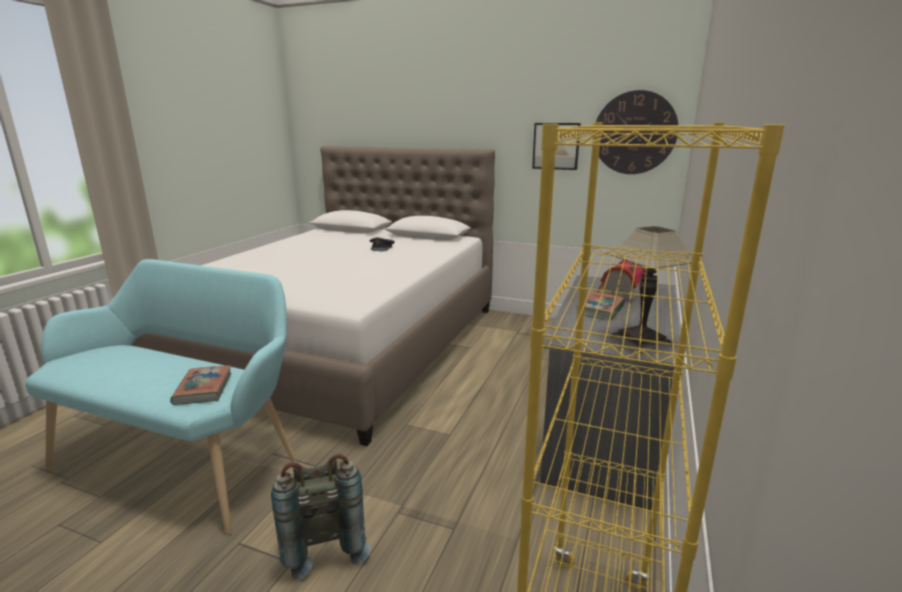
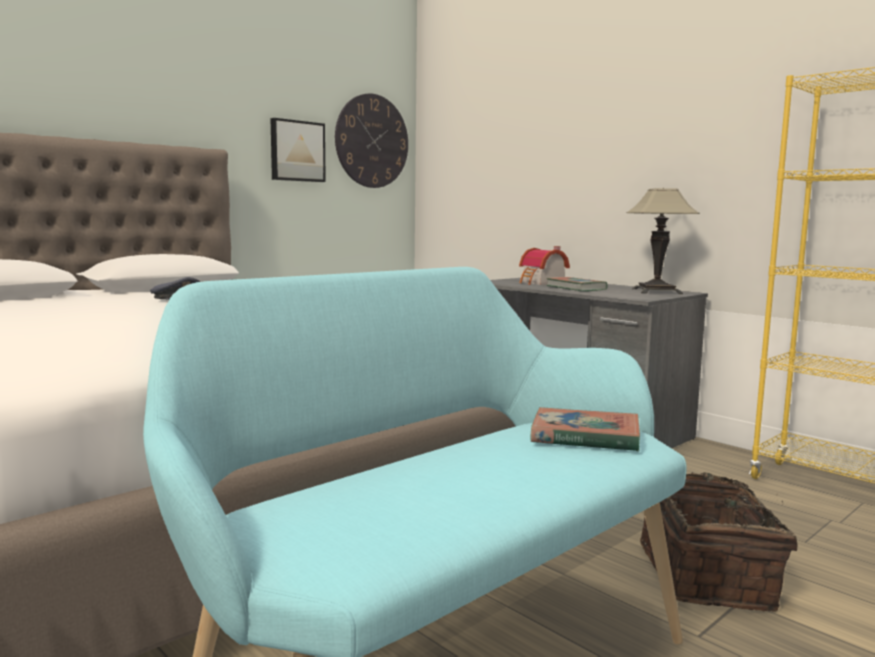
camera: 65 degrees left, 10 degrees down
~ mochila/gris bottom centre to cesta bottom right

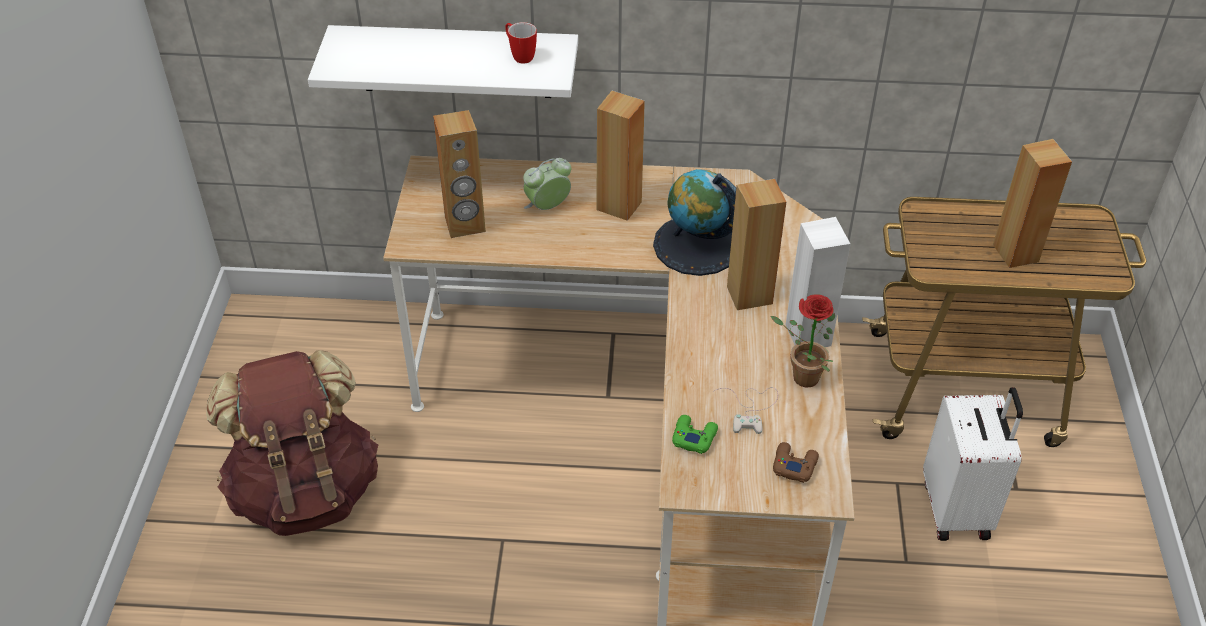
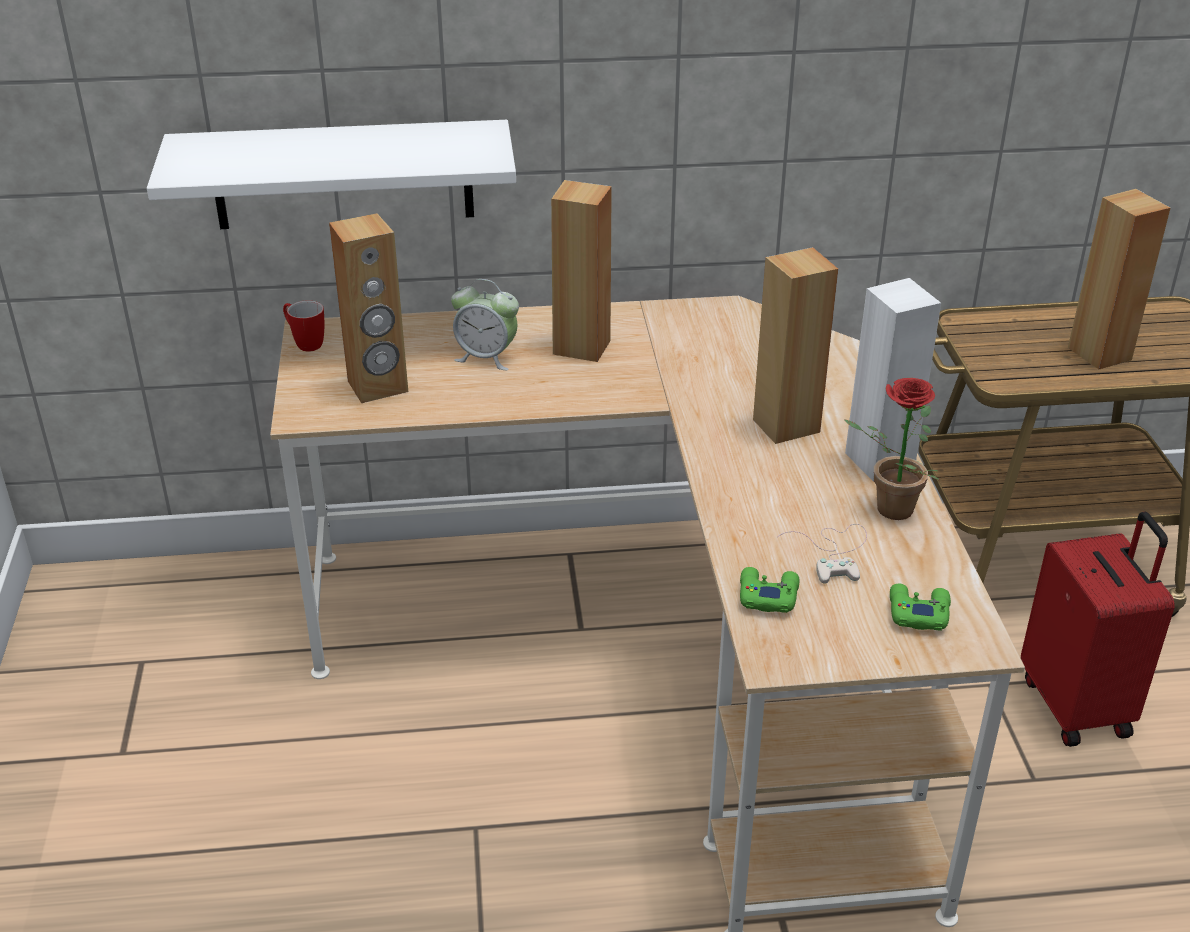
camera: 10 degrees left, 10 degrees down
~ taza grande top centre to middle left
~ despertador top centre = centre 120 degrees counterclockwise
~ mando de consola/marrón bottom centre to mando de consola/verde (2nd from left) middle right
~ maleta/blanco bottom right to maleta/rojo bottom right
- mochila/marrón bottom left
- globo terráqueo centre

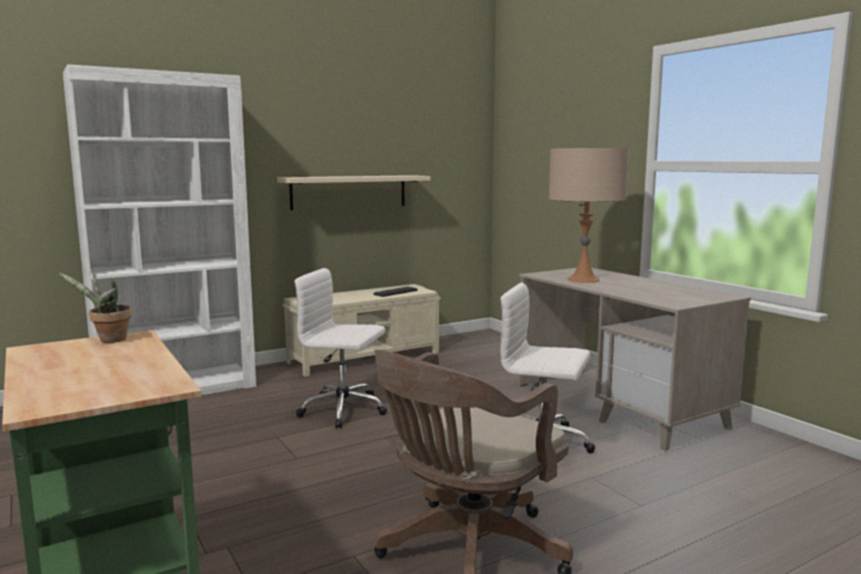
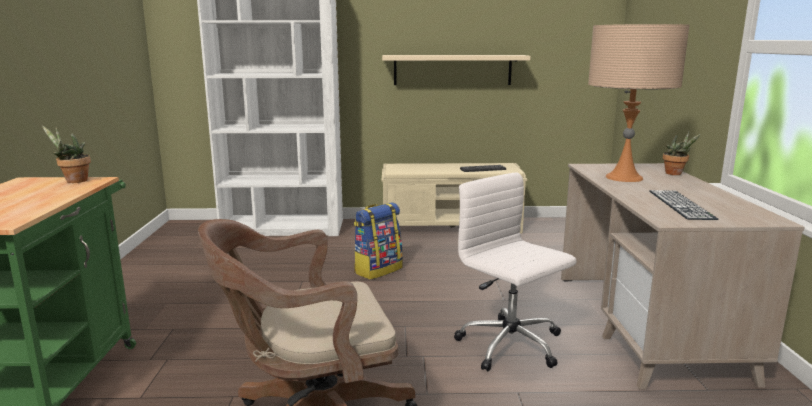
camera: 30 degrees right, 5 degrees up
~ silla de oficina/blanco (1st from left) centre to mochila centre
+ teclado (2nd from left) middle right
+ planta en maceta (2nd from left) middle right

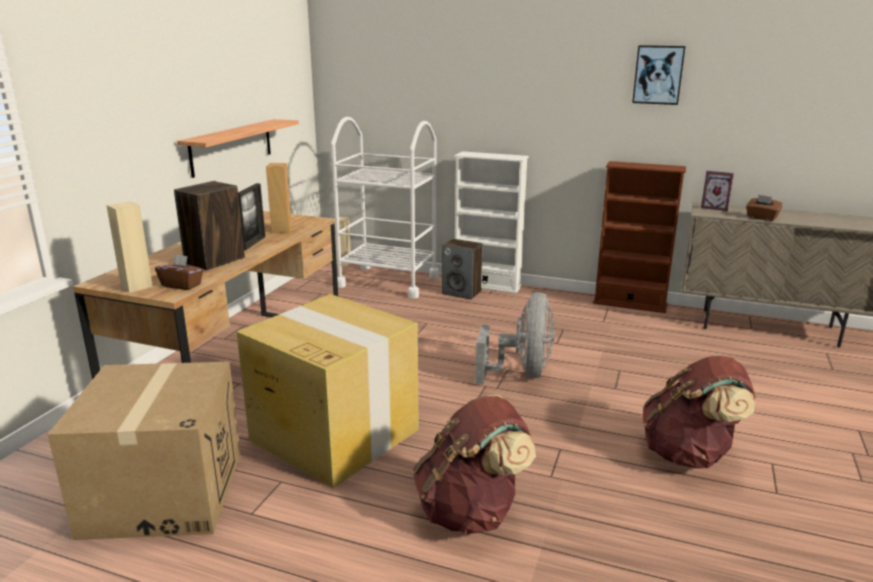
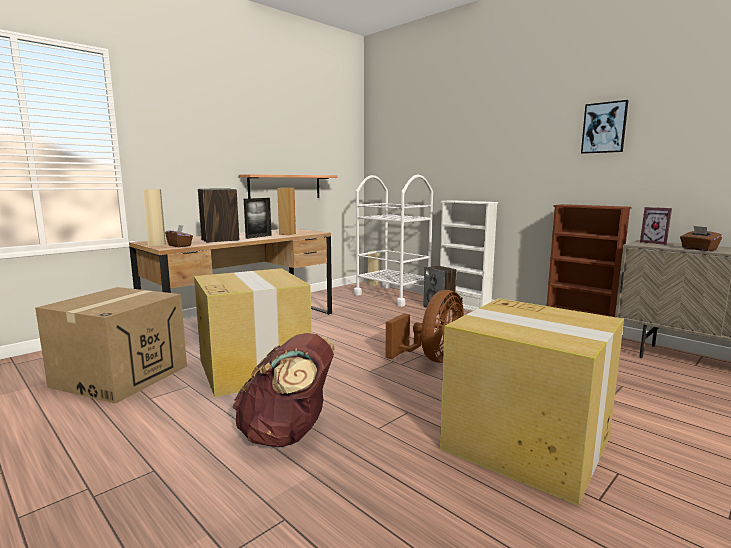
camera: 25 degrees right, 10 degrees down
~ ventilador/gris centre to ventilador/marrón centre
~ mochila/marrón (2nd from left) bottom right to caja de cartón (3rd from left) bottom right

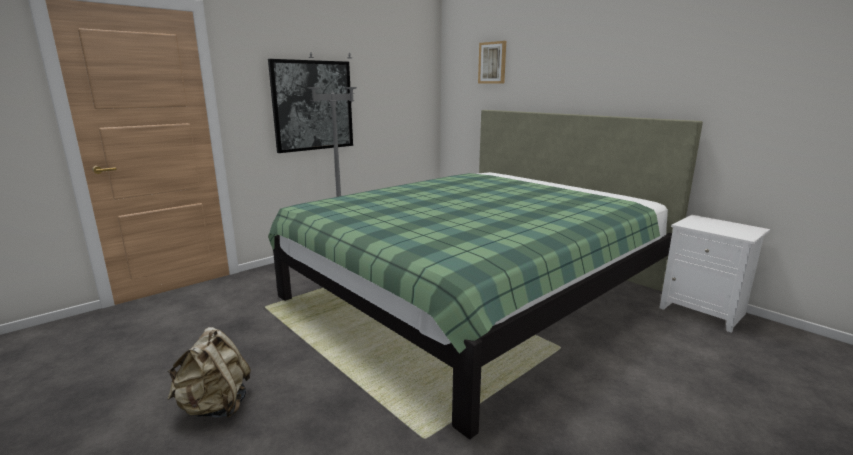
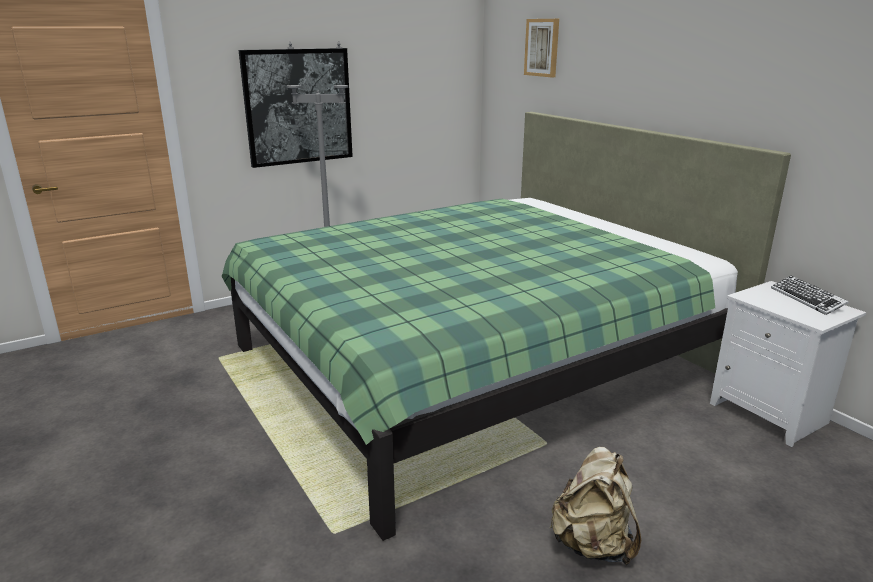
camera: 10 degrees right, 5 degrees up
~ mochila/beis bottom left to bottom right
+ teclado middle right

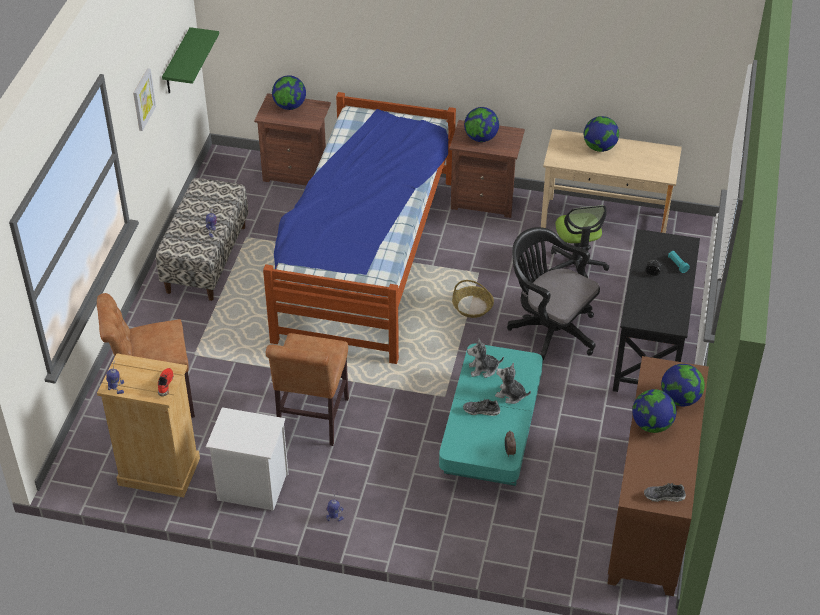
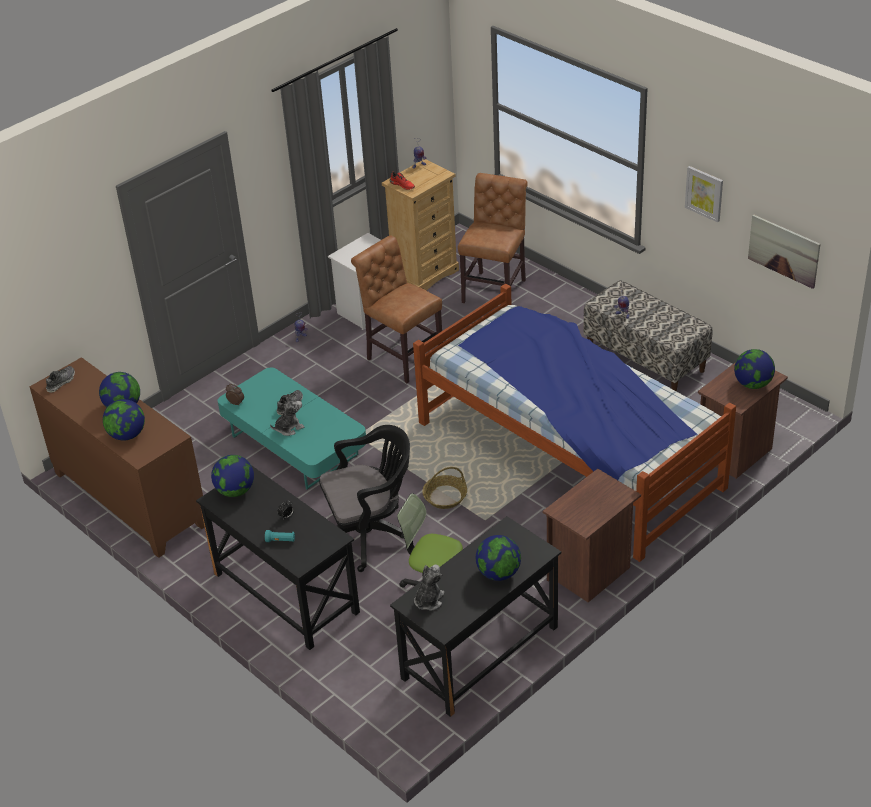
camera: 125 degrees right, 5 degrees down
~ globo terráqueo (2nd from left in the first image) top centre to globo terráqueo (3rd from left) middle left
~ escritorio/beis top right to escritorio/negro (2nd from left) bottom centre
~ peluche (1st from left in the first image) centre to peluche (2nd from left) bottom centre
~ estante/verde top left to cuadro (2nd from left) top right

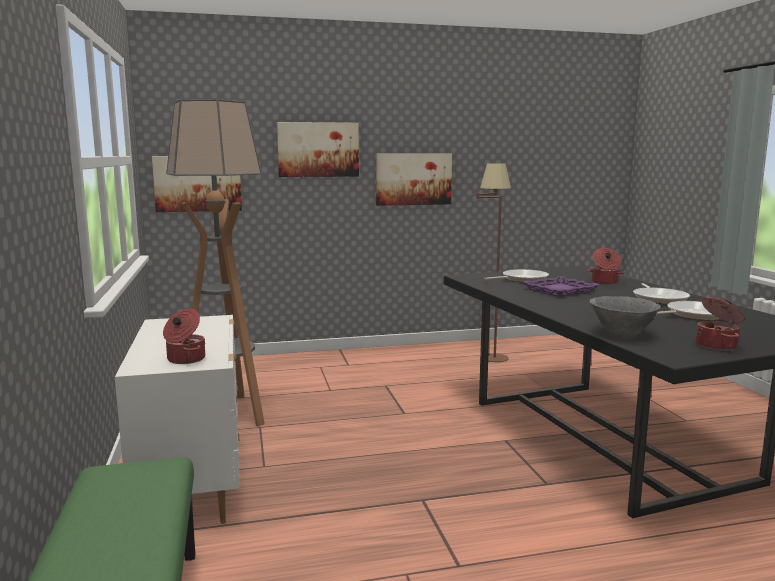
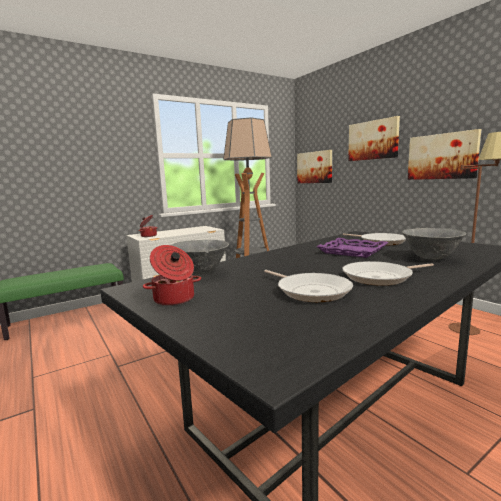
camera: 70 degrees right, 0 degrees up
~ olla (2nd from left) middle right to cuenco/gris (2nd from left) middle right

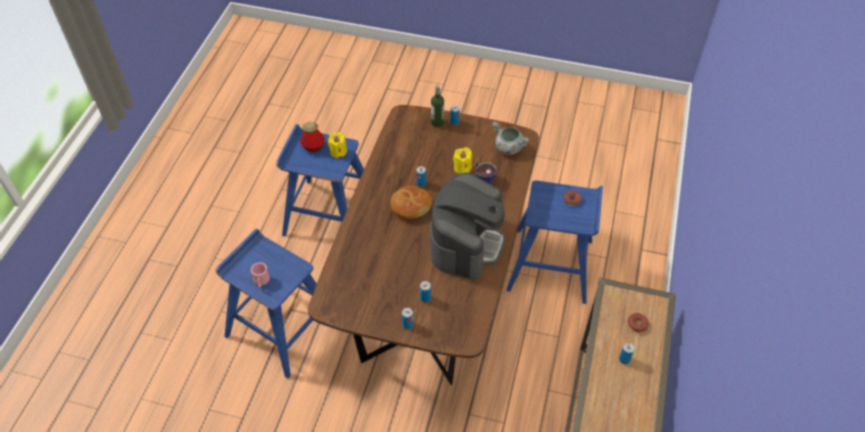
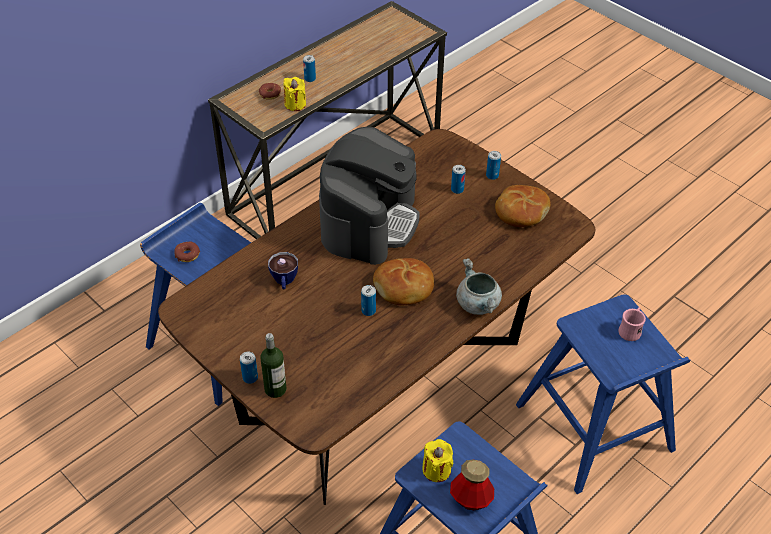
camera: 150 degrees left, 5 degrees down
~ vela/amarillo (2nd from left in the first image) centre to vela/amarillo (1st from left) top centre
~ cafetera centre = centre 150 degrees clockwise
~ olla/gris top centre to centre
+ pan (2nd from left) middle right

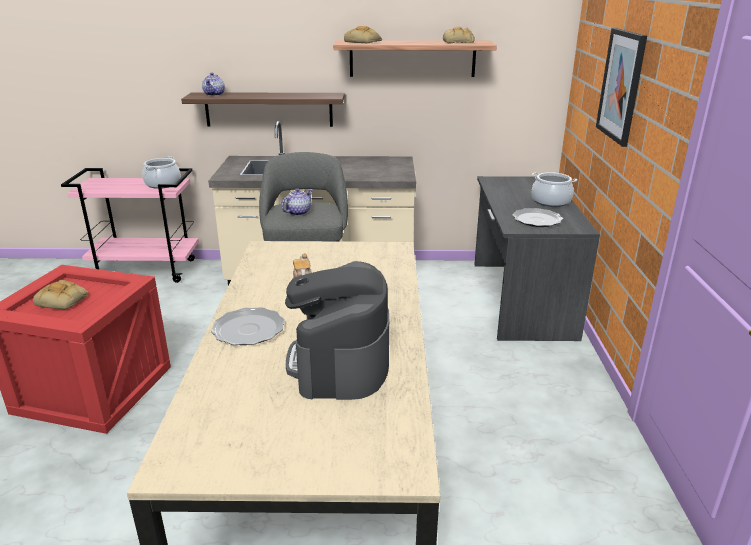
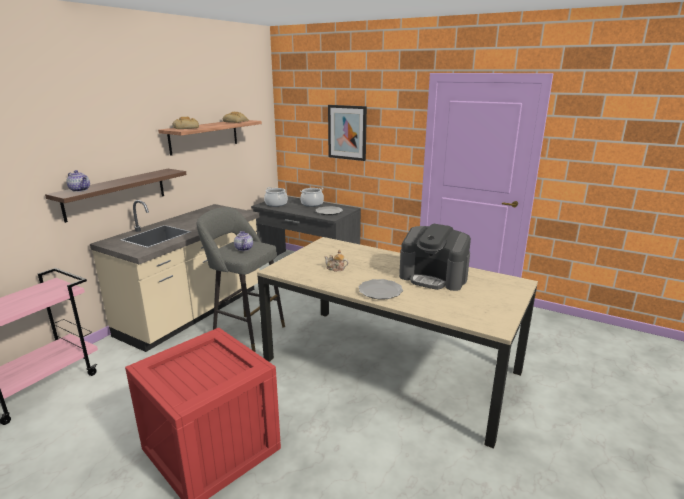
camera: 60 degrees left, 5 degrees down
~ olla (1st from left) top left to centre
- pan (1st from left) middle left

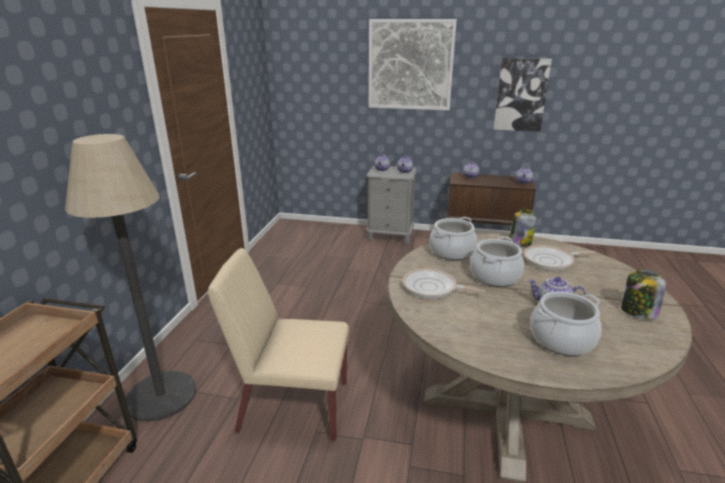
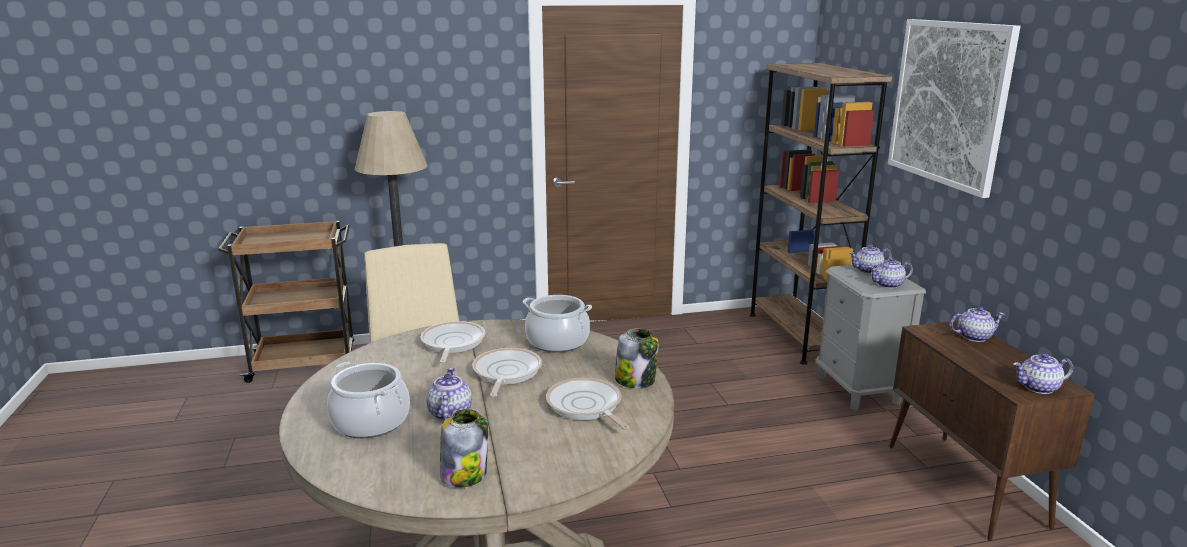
camera: 65 degrees right, 5 degrees down
~ olla (2nd from left) middle right to sartén (2nd from left) bottom centre
+ estantería/marrón middle right
- cuadro (2nd from left) top right

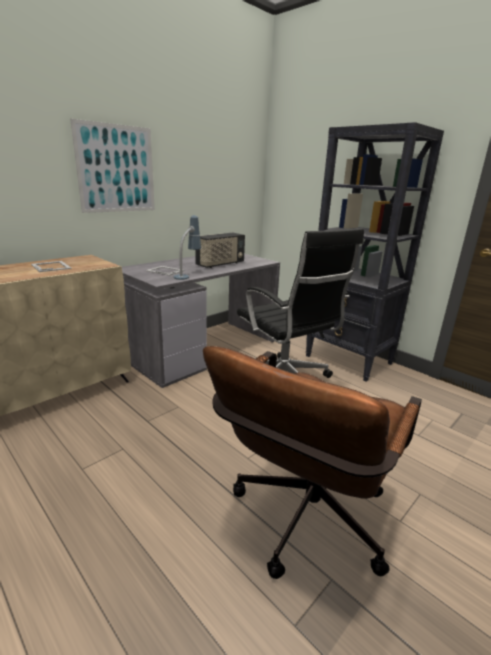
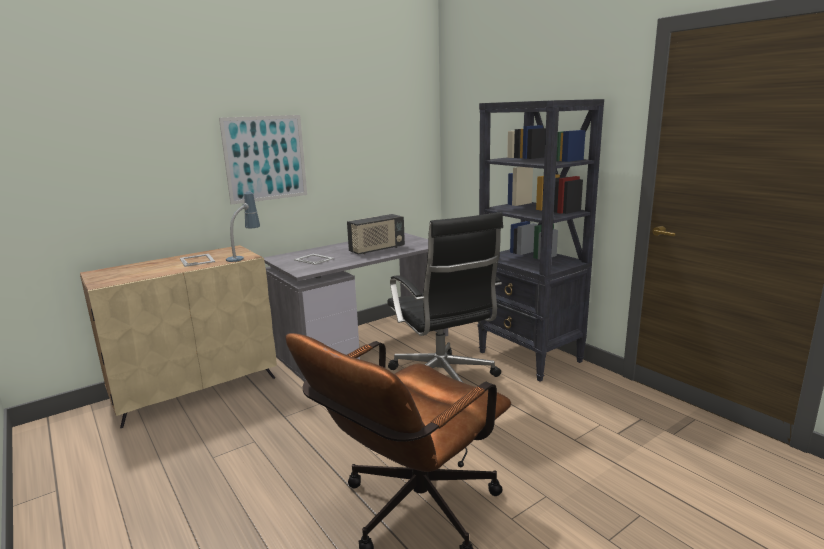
camera: 10 degrees right, 5 degrees down
~ lámpara de mesa centre to middle left

